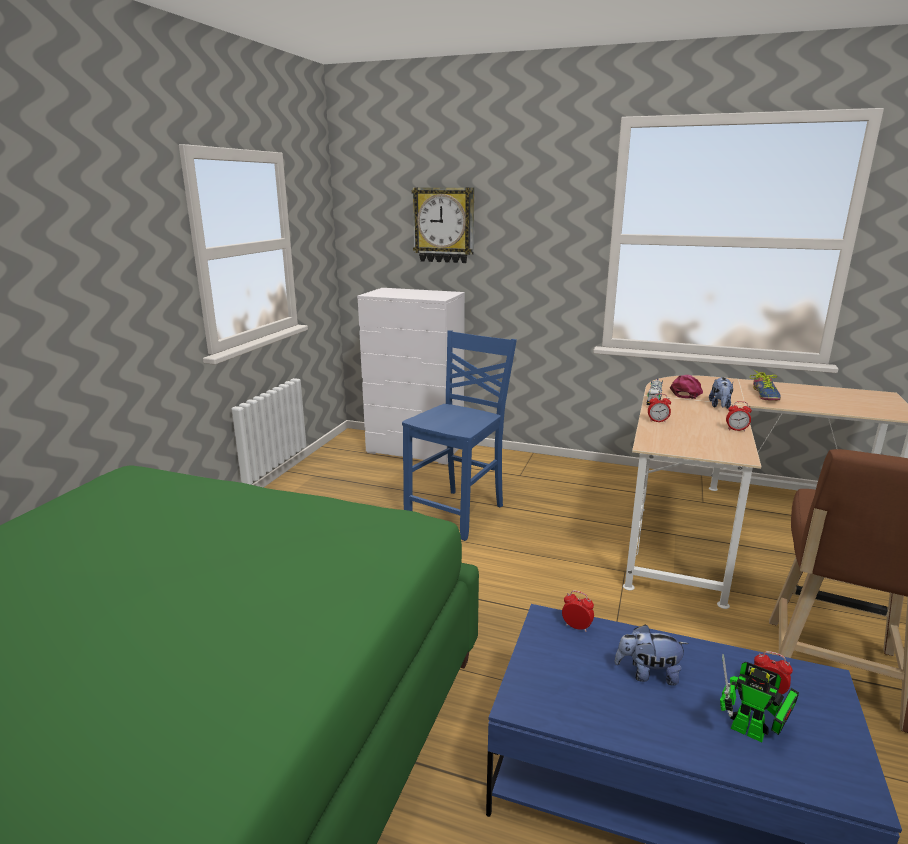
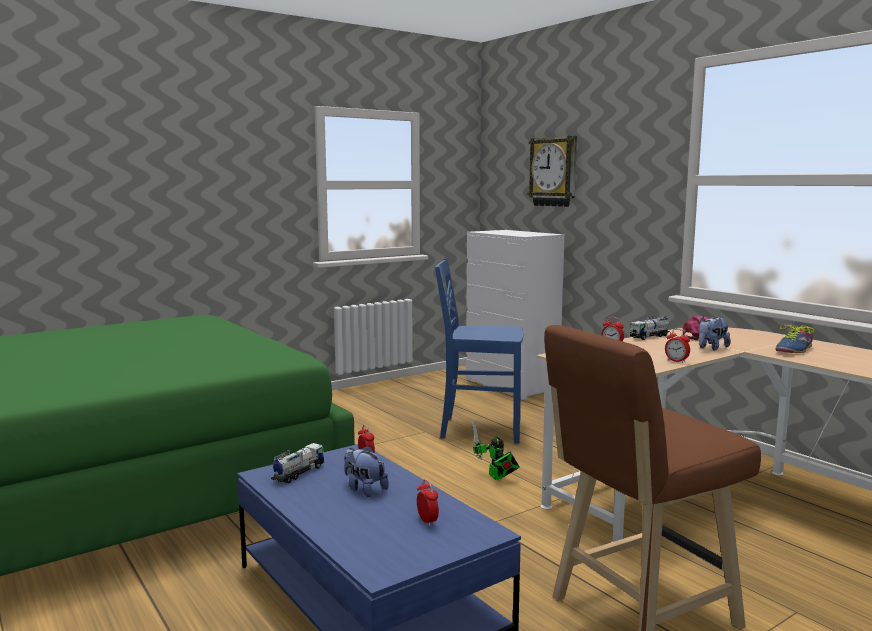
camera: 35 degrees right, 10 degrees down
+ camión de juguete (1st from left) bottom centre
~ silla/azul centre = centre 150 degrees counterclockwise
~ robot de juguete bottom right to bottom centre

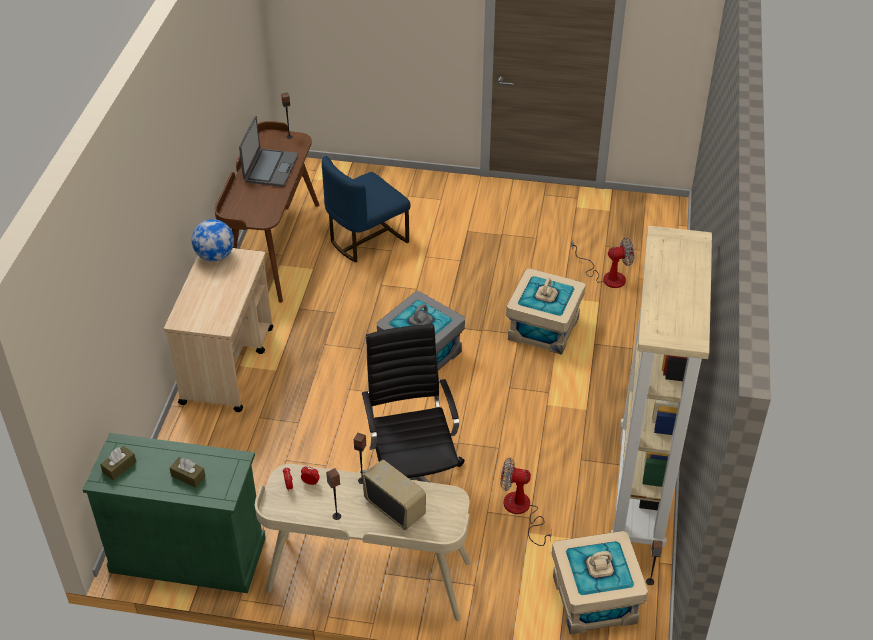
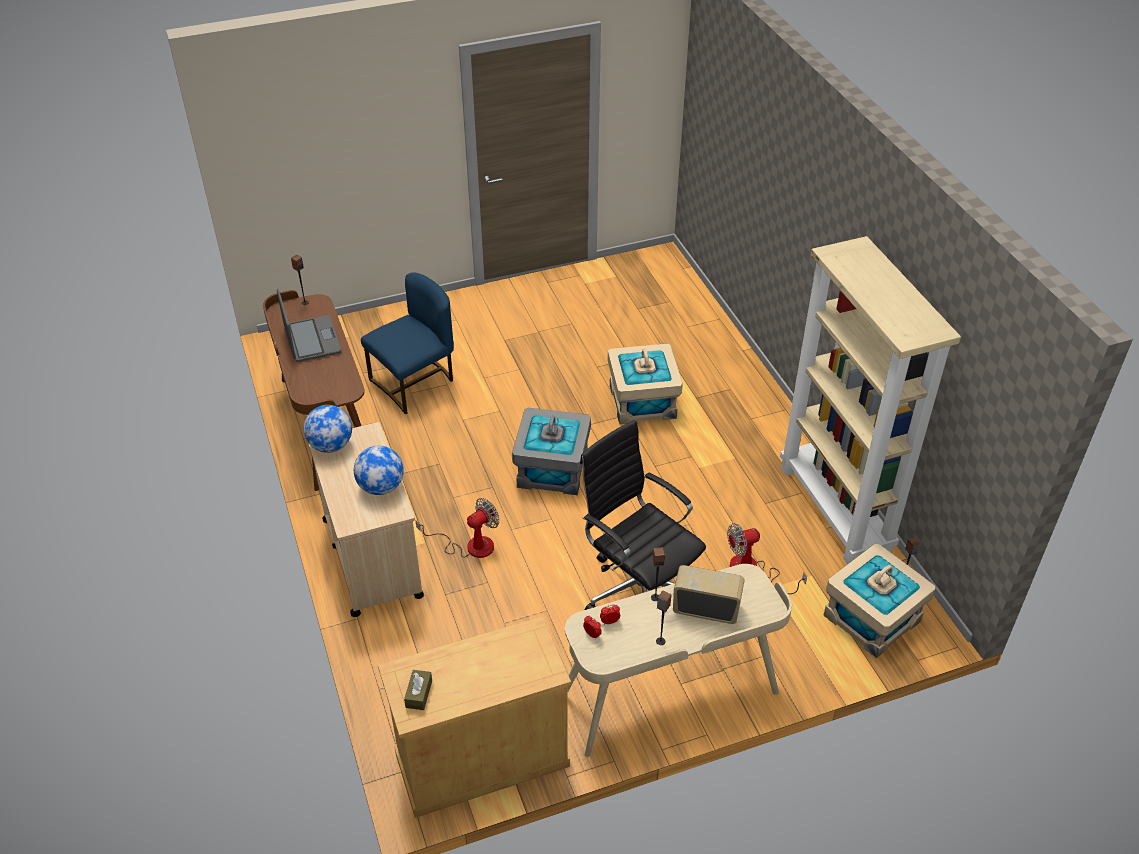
camera: 30 degrees left, 0 degrees up
+ globo terráqueo (2nd from left) middle left
~ silla/azul top centre = centre 150 degrees counterclockwise
~ armario/verde bottom left to armario/beis bottom centre
~ ventilador (2nd from left in the first image) middle right to ventilador (1st from left) centre
- caja de pañuelos/marrón (2nd from left) bottom left

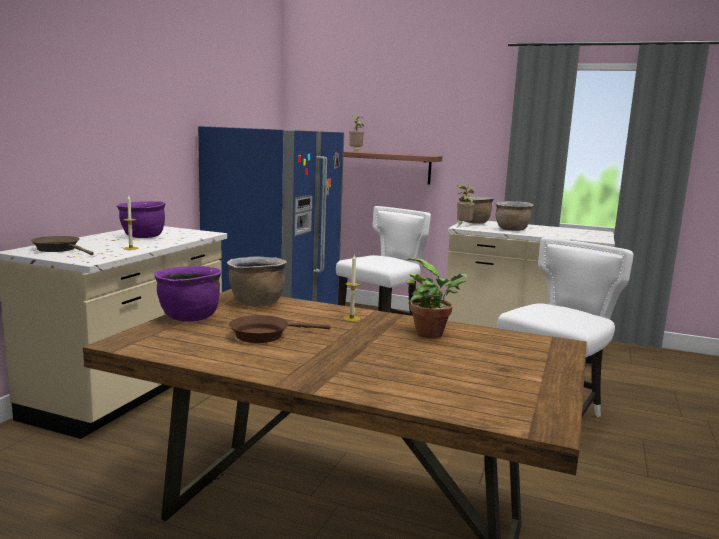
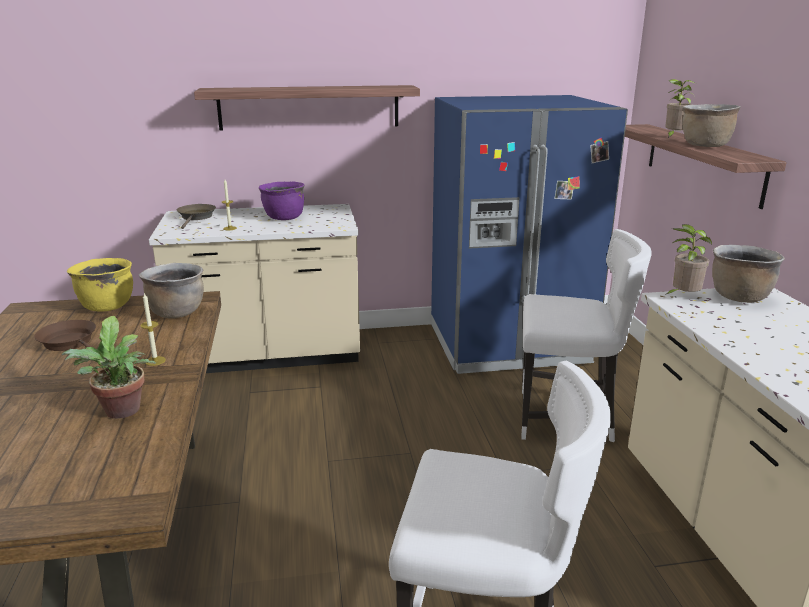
camera: 60 degrees right, 10 degrees up
~ olla/morado (2nd from left) middle left to olla/amarillo middle left
+ estante (1st from left) top centre
~ olla/marrón (3rd from left in the first image) middle right to olla/marrón (2nd from left) top right

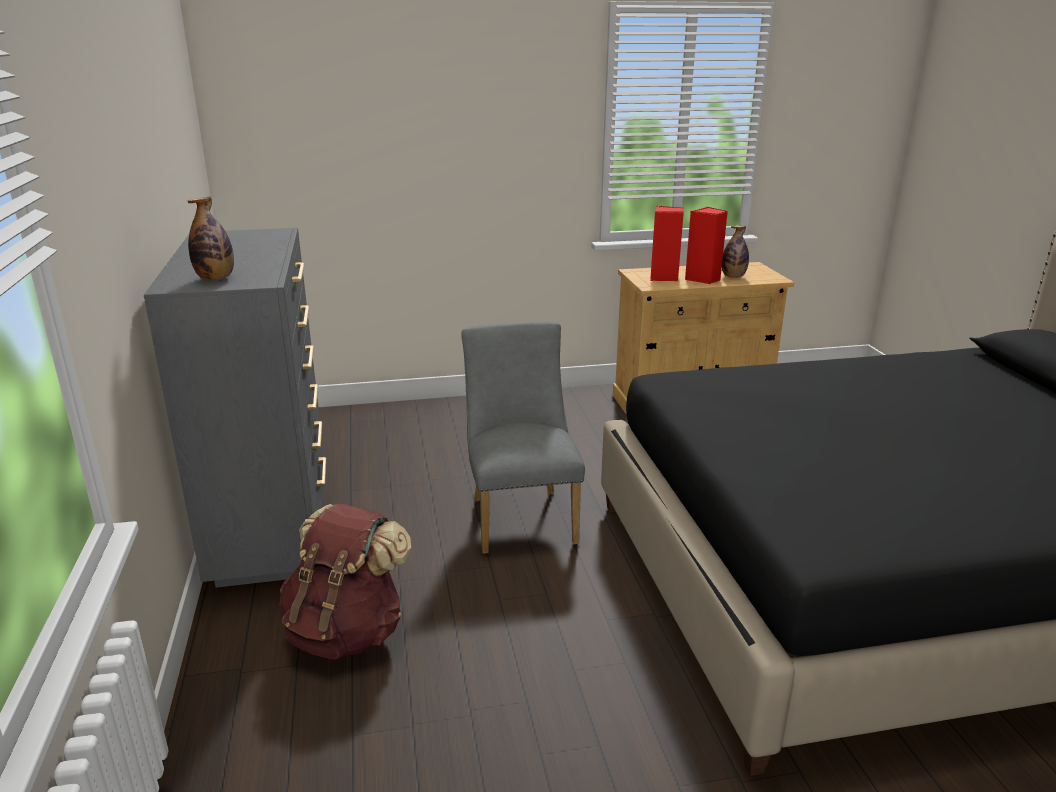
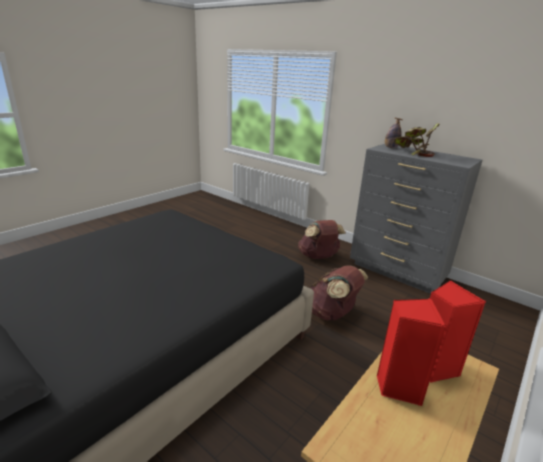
camera: 140 degrees right, 0 degrees up
~ silla/gris centre to mochila/marrón (2nd from left) centre
+ planta en maceta top right
- botella (2nd from left) top right

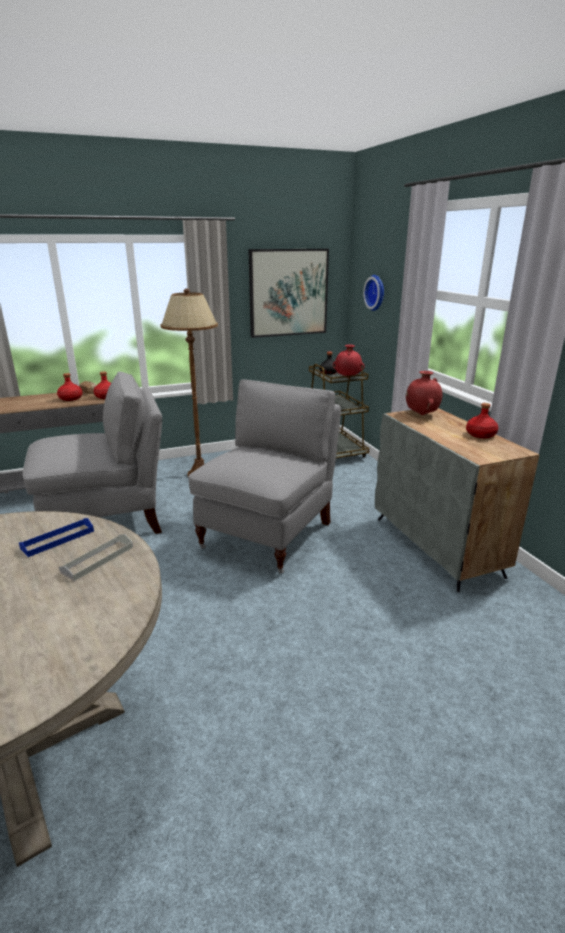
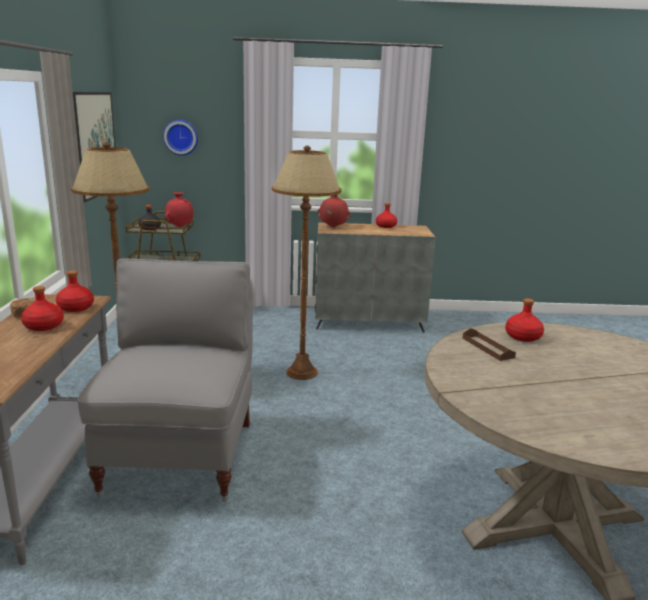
camera: 70 degrees left, 5 degrees down
~ silla/gris (2nd from left) centre to lámpara de pie/marrón (2nd from left) centre
~ bandeja/azul middle left to bandeja/marrón middle right
~ bandeja/gris middle left to botella/rojo (4th from left) middle right

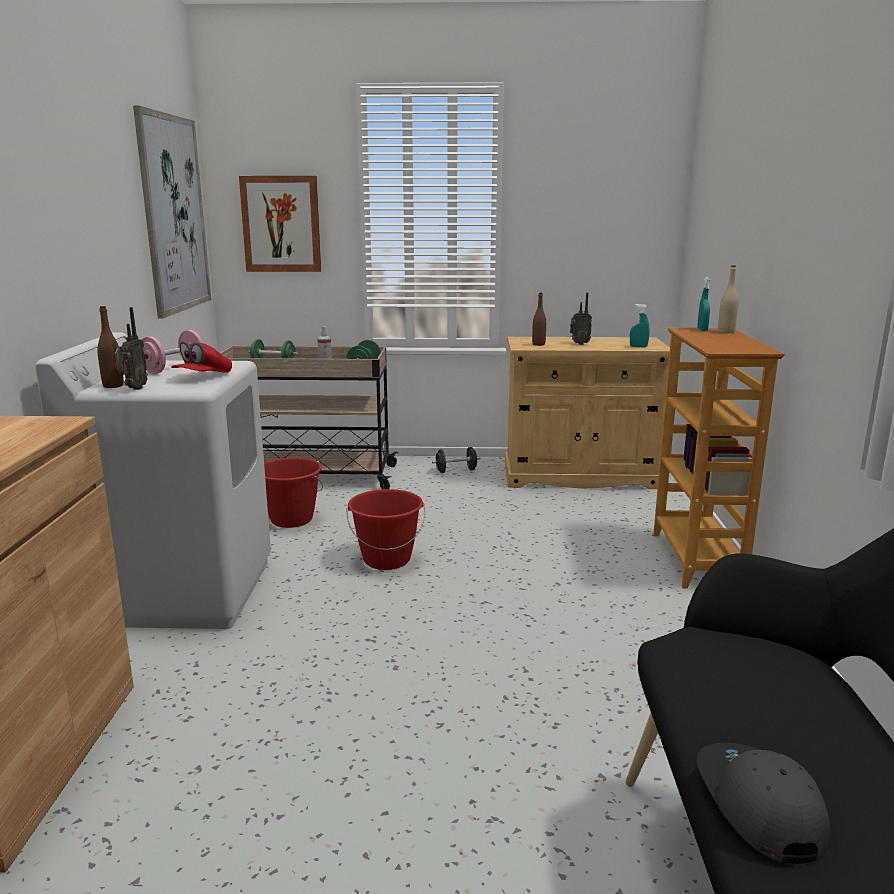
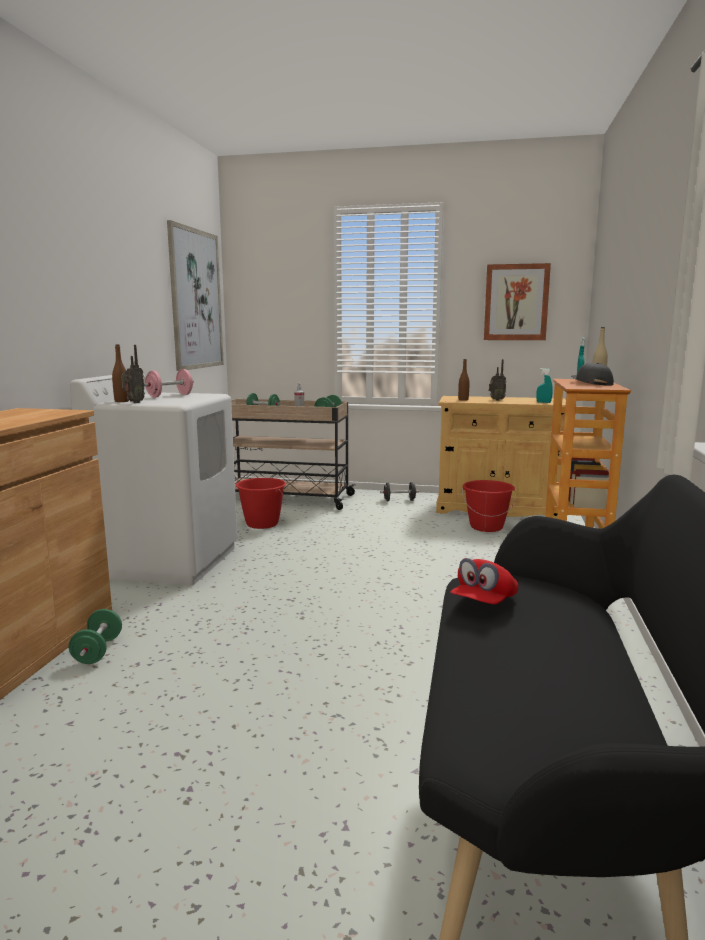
camera: 10 degrees right, 5 degrees down
+ mancuerna/verde (1st from left) bottom left
~ gorra/rojo middle left to middle right
~ cubo/rojo (2nd from left) centre to middle right
~ cuadro (2nd from left) top left to top right
~ gorra/gris bottom right to middle right

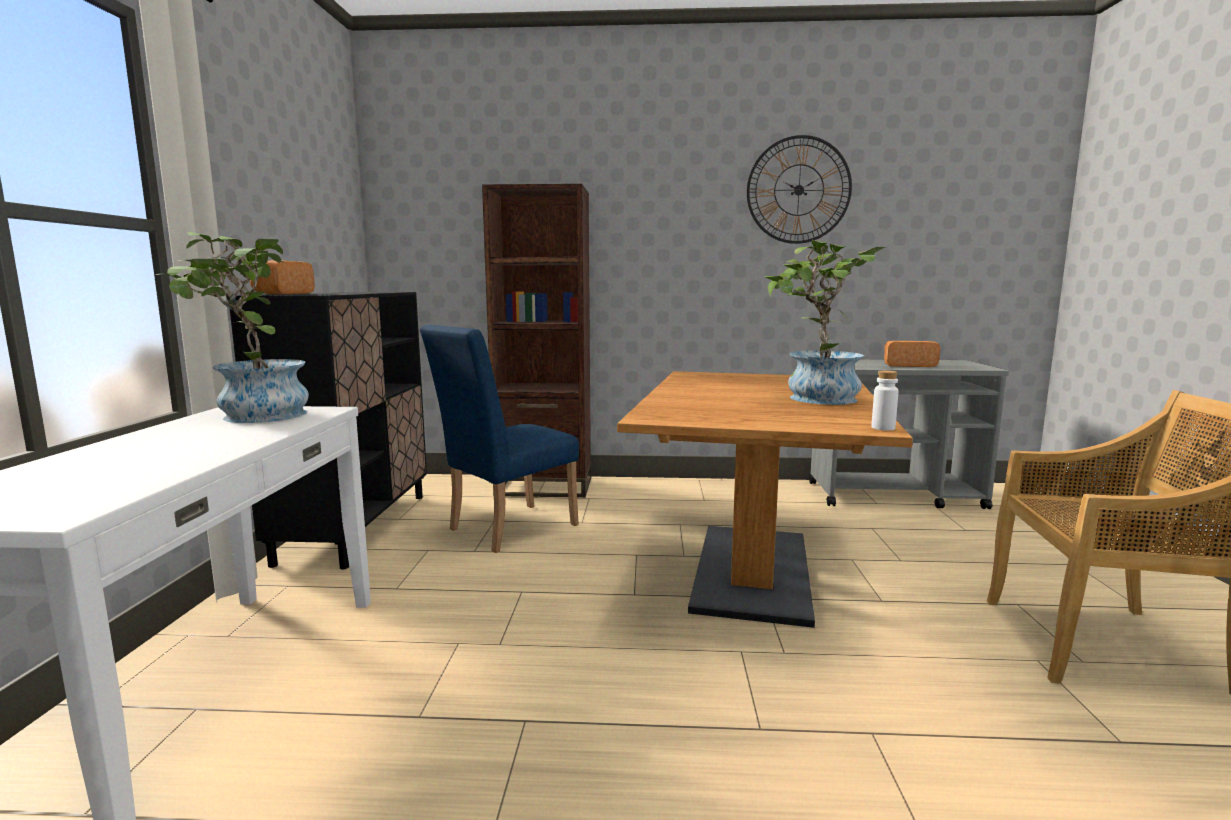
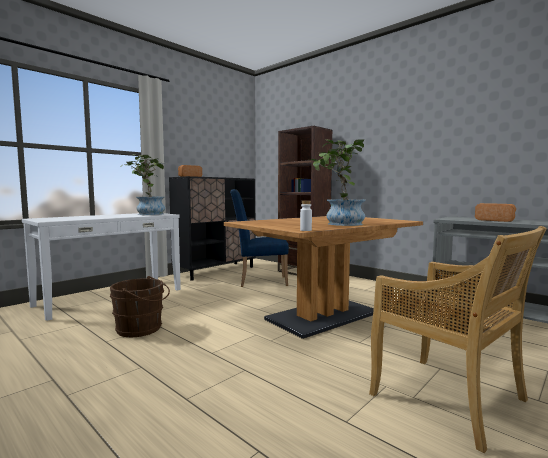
camera: 40 degrees right, 5 degrees down
+ cubo/marrón bottom left
- reloj de pared top centre

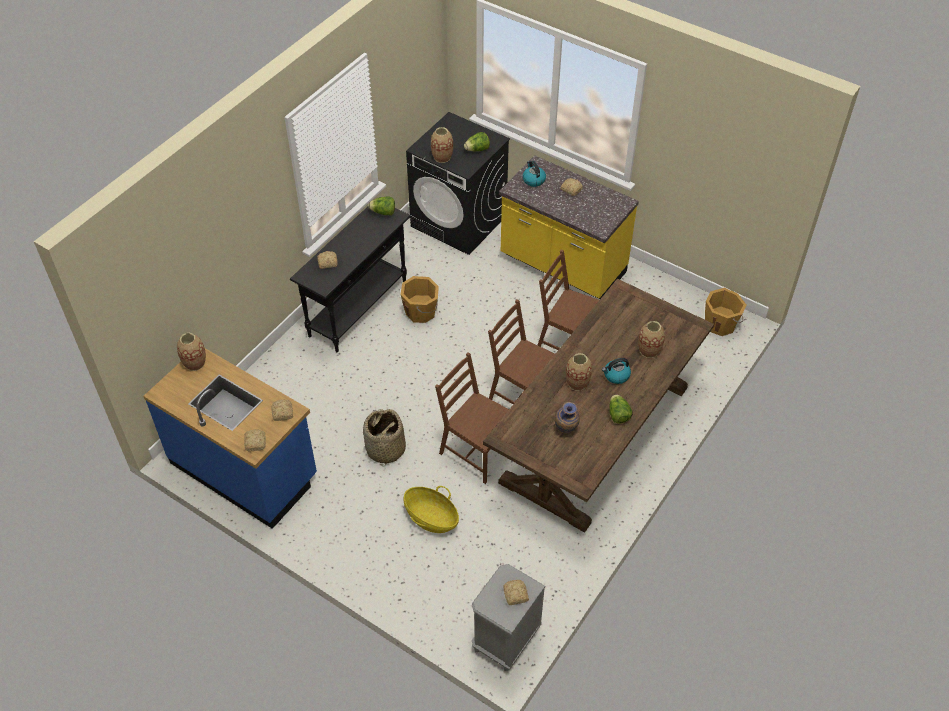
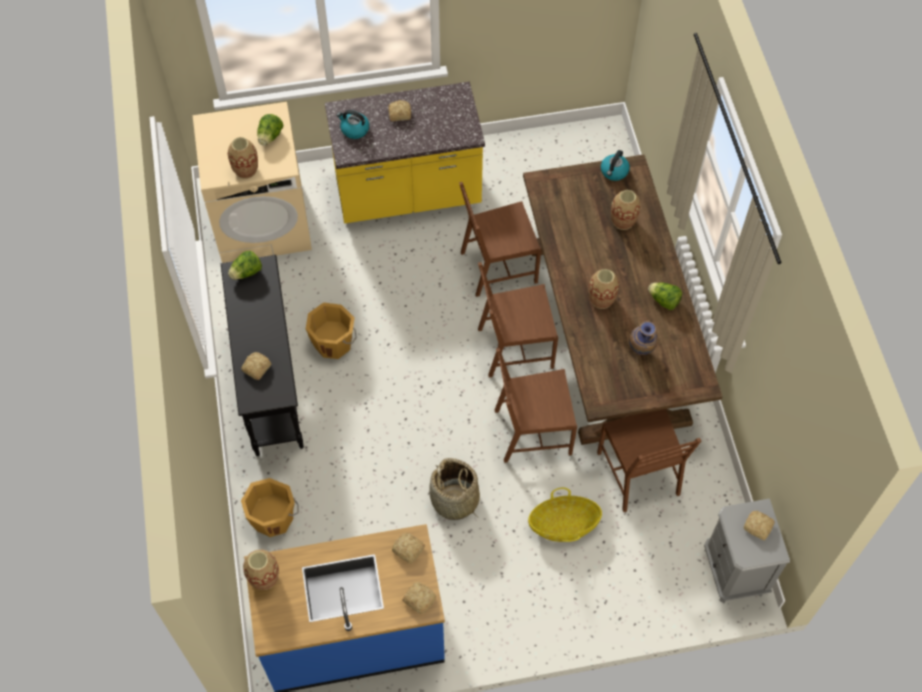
camera: 45 degrees left, 10 degrees up
~ lavadora/negro top centre to lavadora/beis top left
~ cubo/naranja (2nd from left in the first image) middle right to cubo/naranja (1st from left) bottom left
+ silla/marrón (4th from left) middle right
~ hervidor (2nd from left) centre to top right

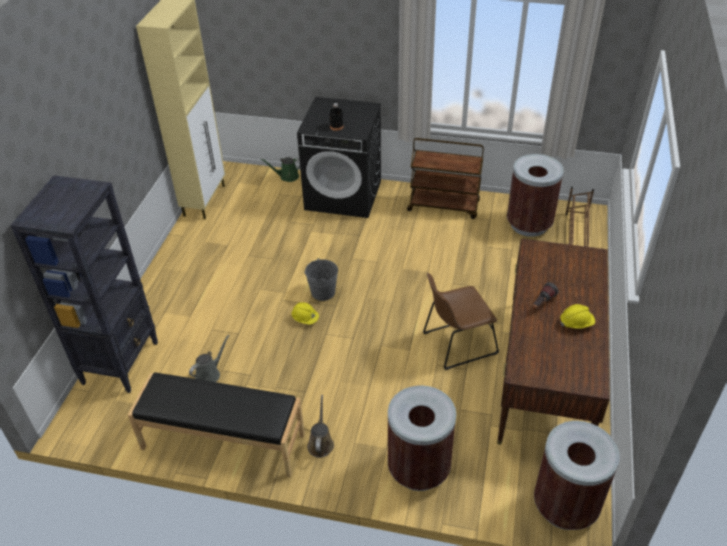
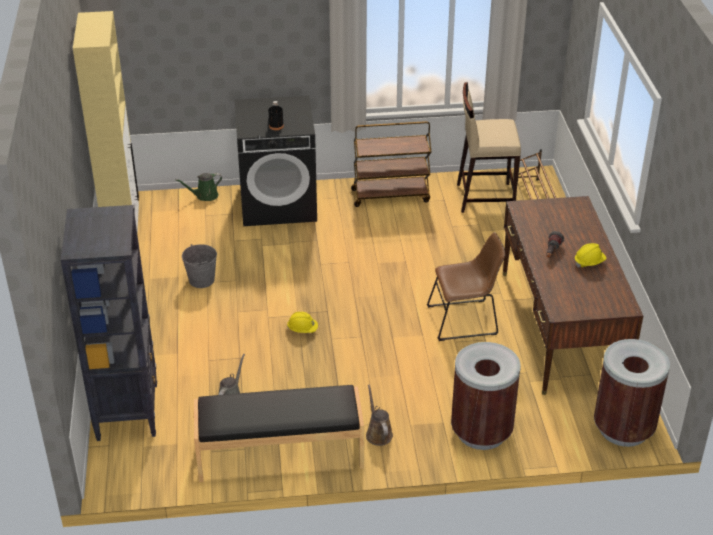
camera: 20 degrees left, 5 degrees down
~ cubo/gris centre to middle left
~ silla/marrón centre = centre 150 degrees counterclockwise
~ papelera/marrón (2nd from left) middle right to taburete/beis top right

